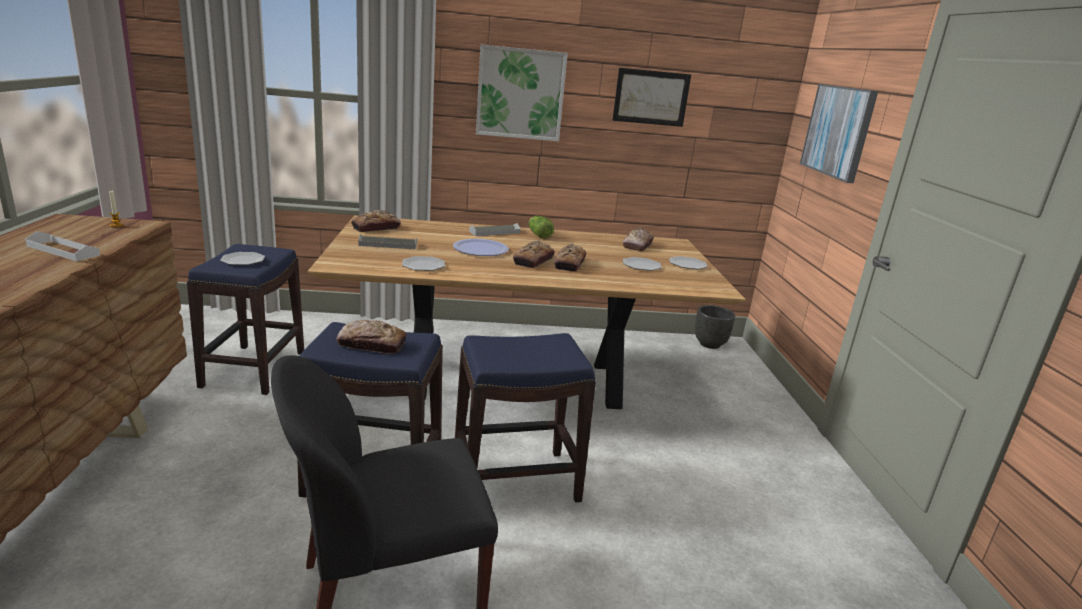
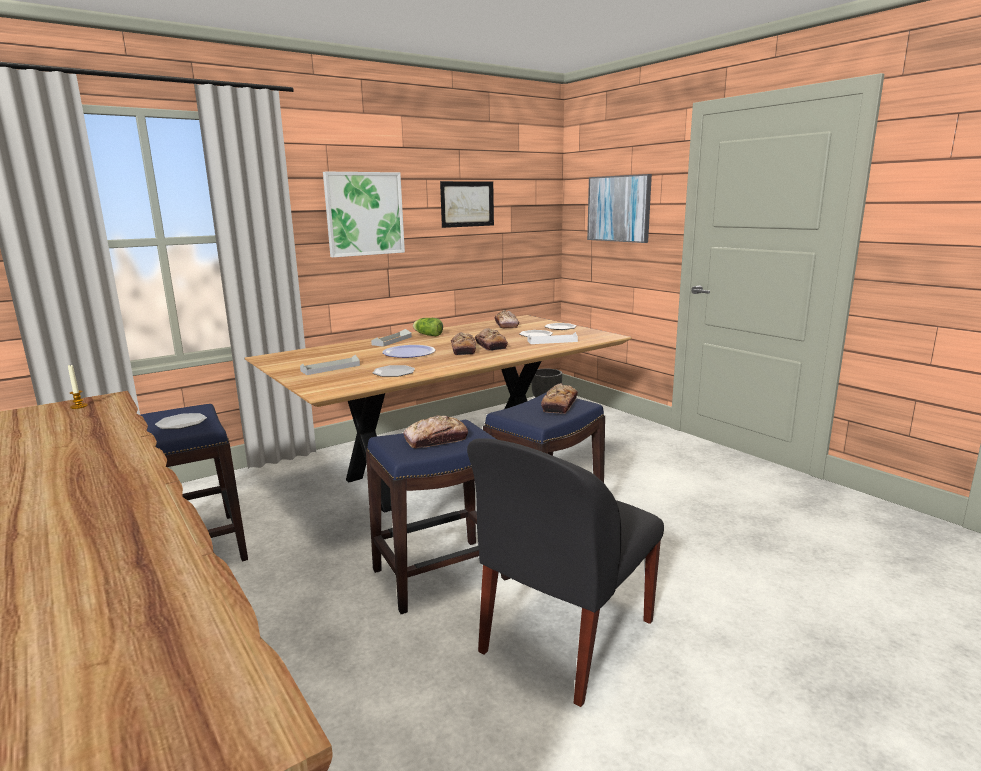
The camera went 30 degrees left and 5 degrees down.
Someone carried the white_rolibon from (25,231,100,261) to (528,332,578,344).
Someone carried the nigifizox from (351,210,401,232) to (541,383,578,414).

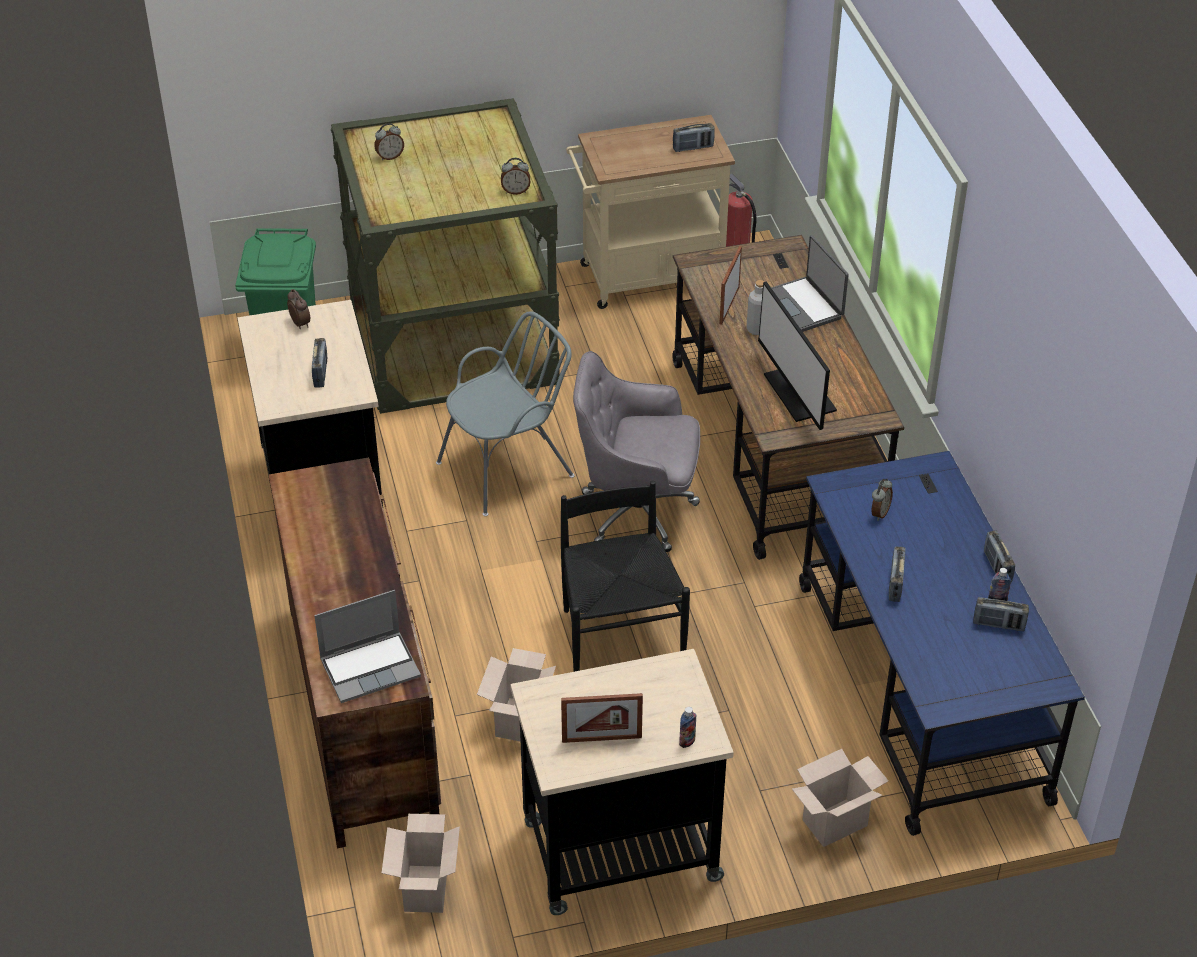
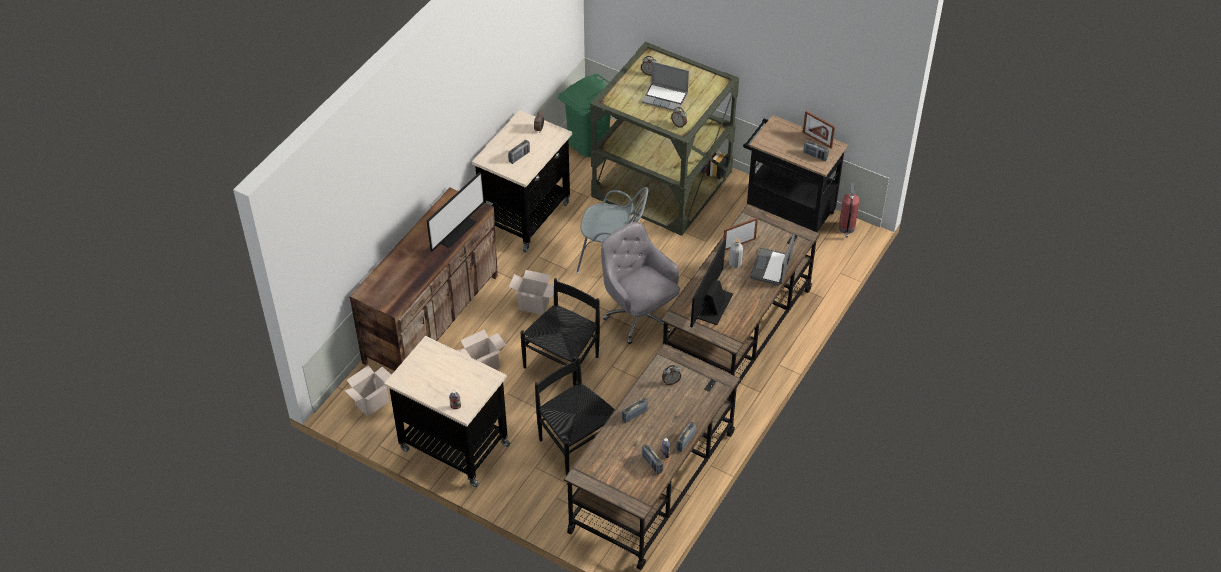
The camera went 45 degrees right and 5 degrees up.
Someone put down the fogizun at (427,172,484,252).
Someone put down the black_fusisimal at (535,357,615,475).
Someone carried the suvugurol from (314,590,421,703) to (642,62,689,111).
Someone carried the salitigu from (561,693,643,743) to (803,111,835,149).
Someone carried the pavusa from (792,749,889,847) to (509,270,554,315).
Someone repainted the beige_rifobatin at (566,115,735,309), which became the black_rifobatin at (743,115,848,233).
Someone repainted the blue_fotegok at (799,451,1085,836), which became the brown_fotegok at (564,344,741,570).

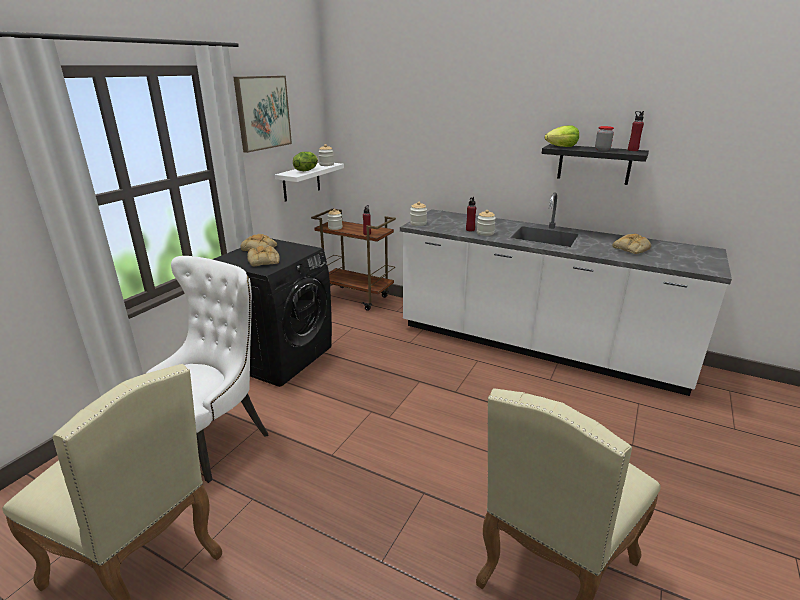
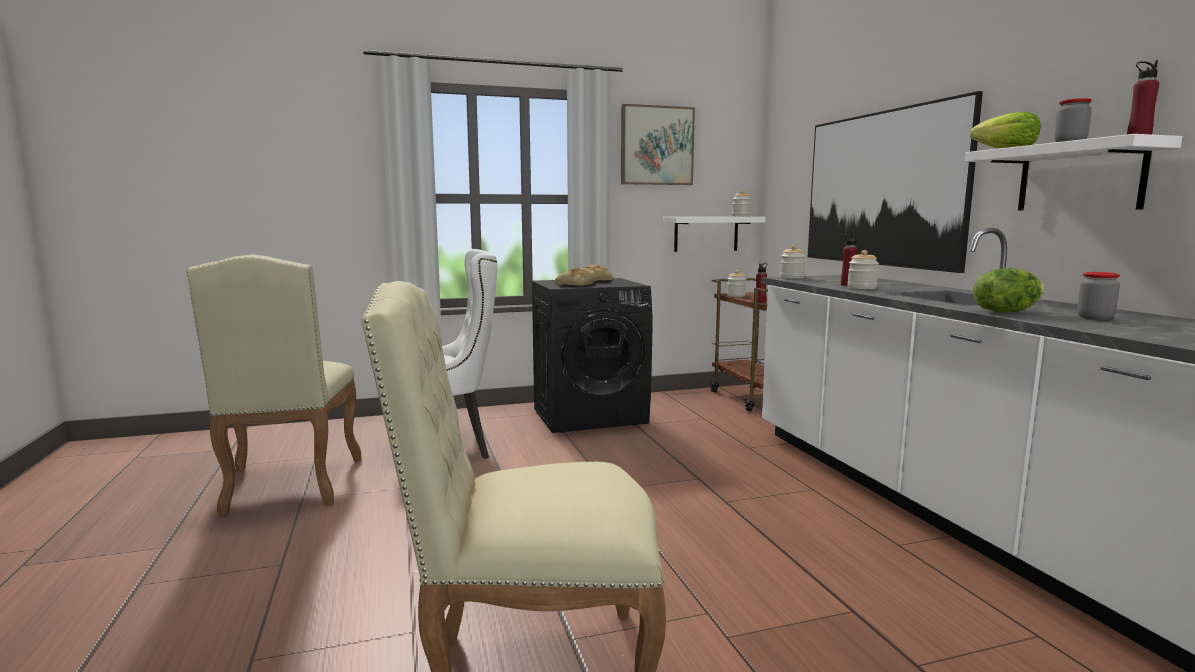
The camera went 45 degrees right and 15 degrees down.
Someone put up the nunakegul at (808,91,983,273).
Someone carried the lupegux from (293,152,318,171) to (973,268,1045,312).
Someone swapped the nigifizox at (612,234,651,254) for the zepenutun at (1077,272,1120,320).
Someone repainted the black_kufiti at (542,144,649,185), which became the white_kufiti at (965,134,1183,210).

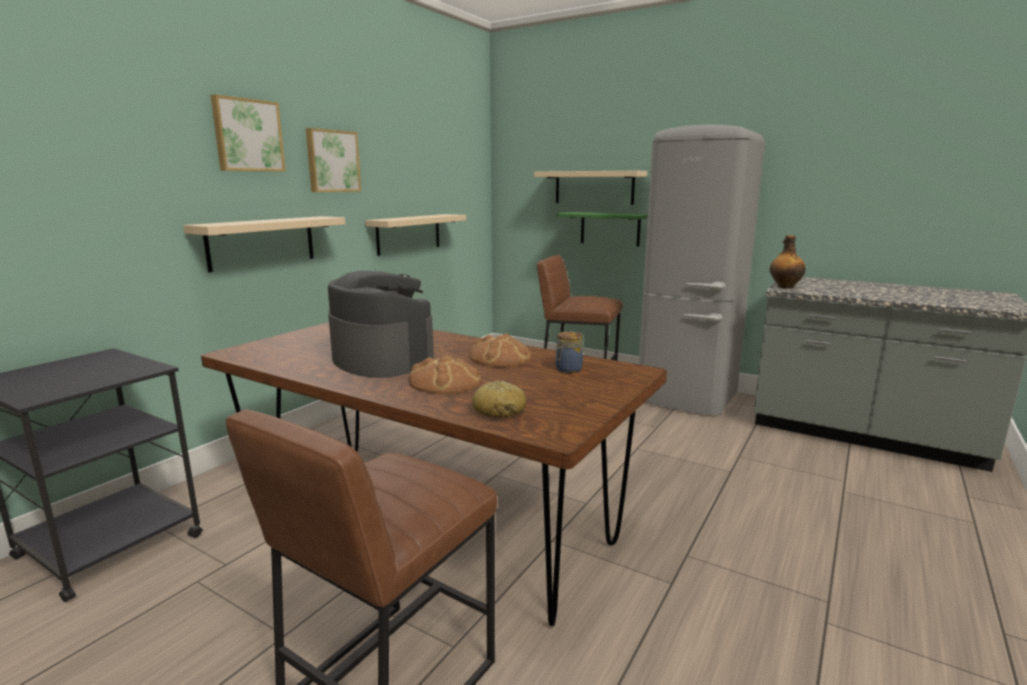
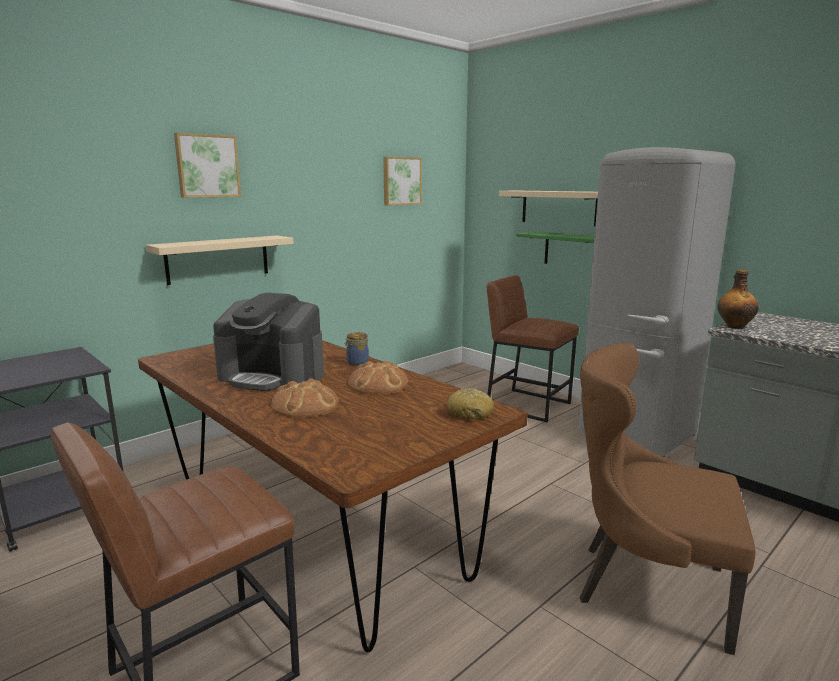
The camera went 15 degrees right and 0 degrees up.
Someone took away the beige_kufiti at (365,214,466,256).
Someone put down the brown_fusisimal at (580,343,755,655).
Someone carried the nunakegul from (306,128,361,192) to (383,157,422,205).
Someone carried the nigifizox from (472,380,527,418) to (447,388,494,420).
Someone carried the zepenutun from (555,331,583,373) to (344,332,369,366).
Someone rotated the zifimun at (328,271,434,378) by 135 degrees clockwise.

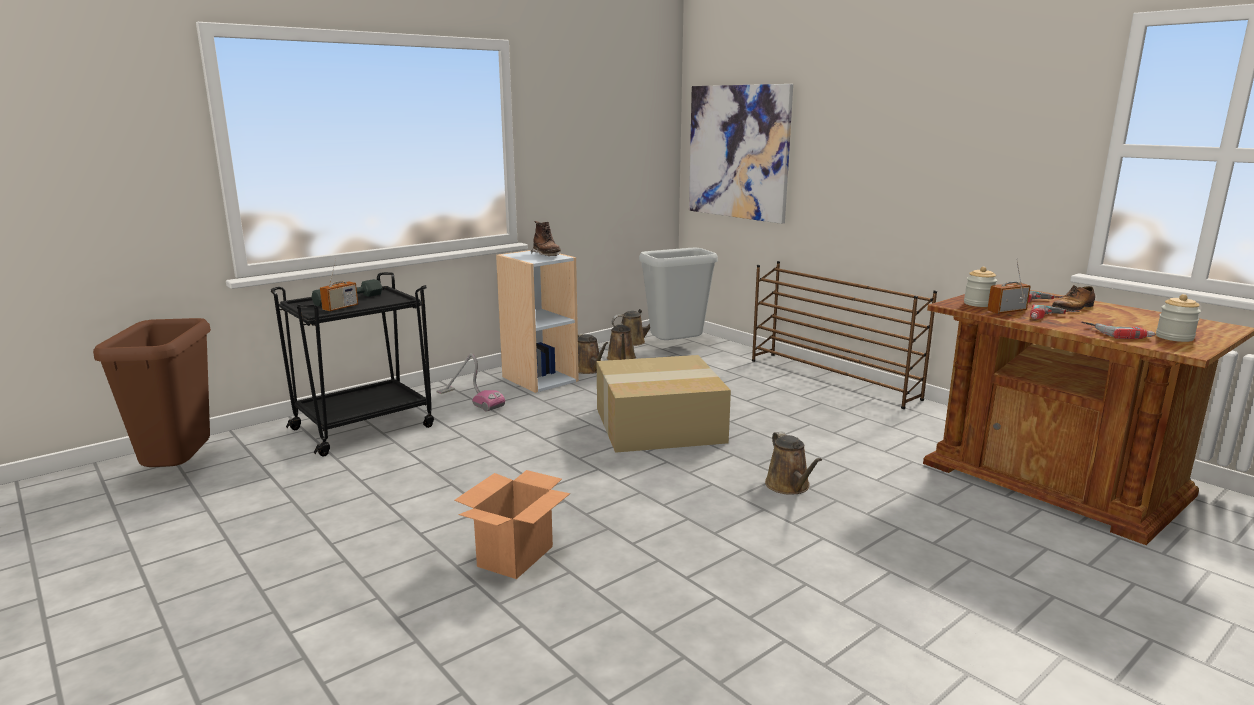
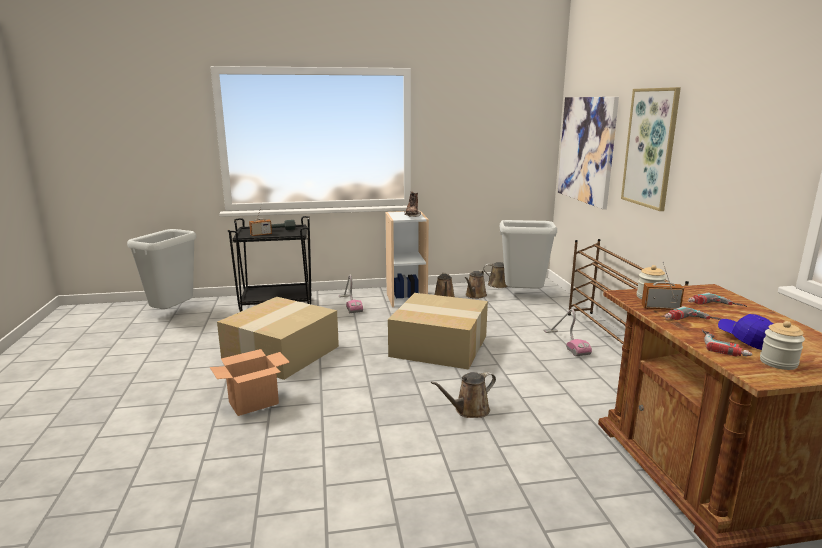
The camera went 30 degrees right and 0 degrees up.
Someone took away the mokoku at (1052,285,1095,310).
Someone put down the pavusa at (217,297,339,380).
Someone put down the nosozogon at (544,309,592,356).
Someone put up the nunakegul at (621,87,681,211).
Someone put down the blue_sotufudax at (718,314,773,350).
Someone repainted the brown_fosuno at (93,318,211,467), which became the grey_fosuno at (127,229,197,309).
Someone rotated the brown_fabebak at (765,431,822,495) by 45 degrees clockwise.

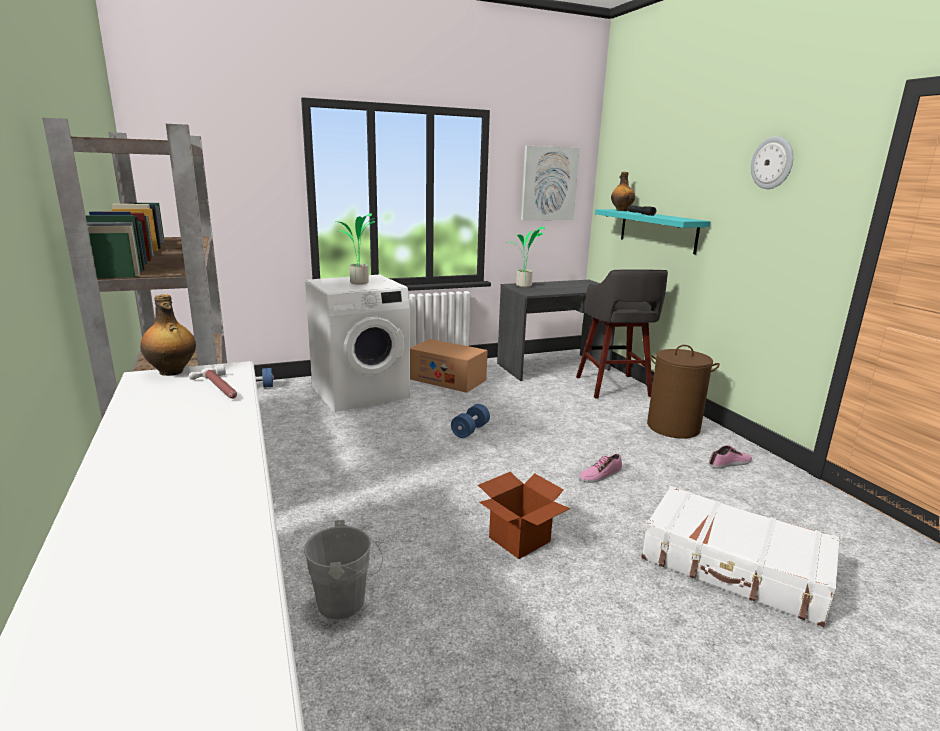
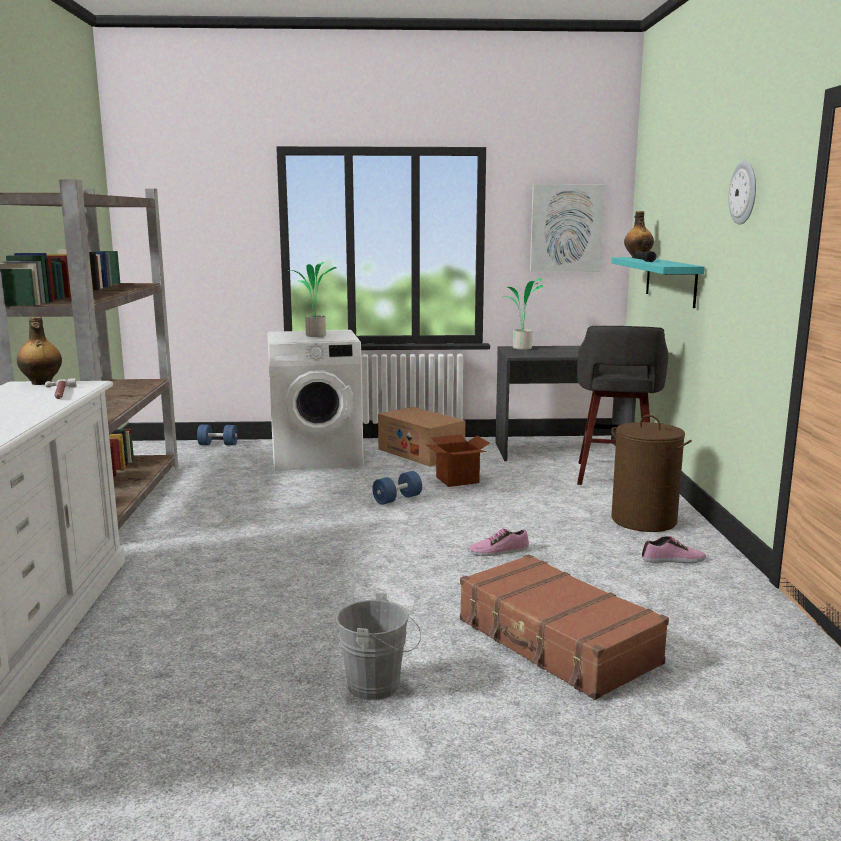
The camera went 20 degrees right and 5 degrees down.
Someone carried the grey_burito from (304,520,383,620) to (336,593,421,701).
Someone carried the pavusa from (478,472,570,559) to (425,434,489,487).
Someone repainted the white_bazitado at (641,486,840,627), which became the brown_bazitado at (460,554,669,700).

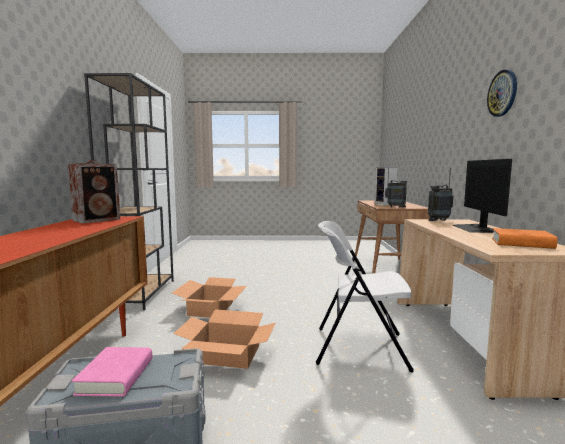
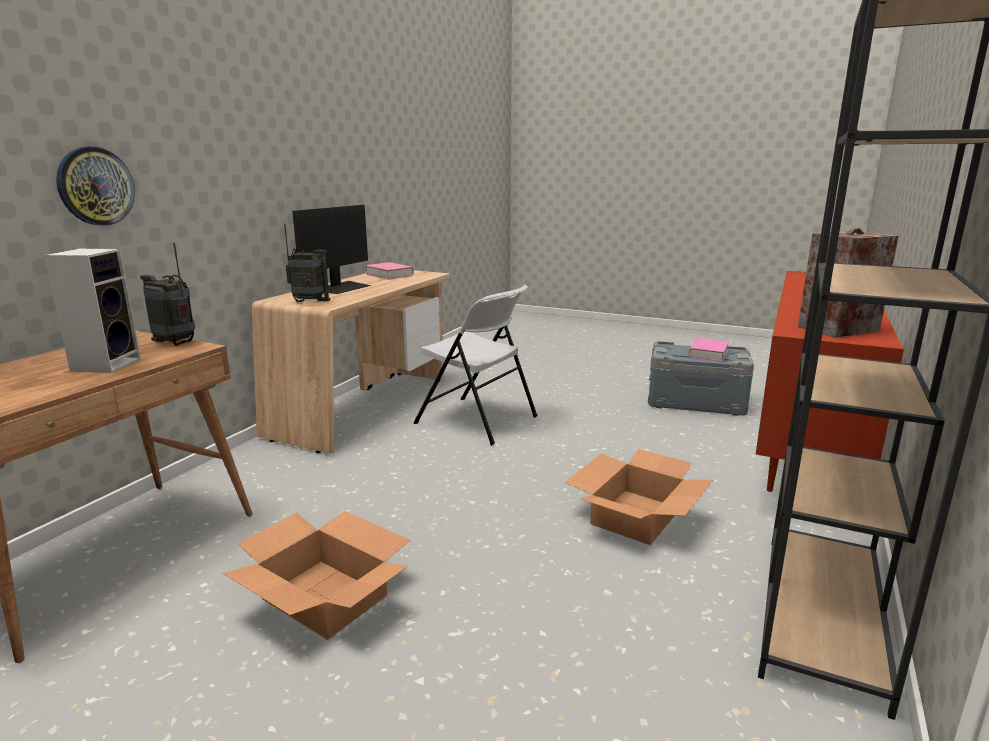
The camera went 155 degrees left and 10 degrees up.
Someone carried the pavusa from (174,309,276,369) to (223,511,410,640).
Someone carried the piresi from (487,70,517,117) to (56,147,135,226).
Someone repainted the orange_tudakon at (492,228,558,249), which became the pink_tudakon at (365,262,414,280).

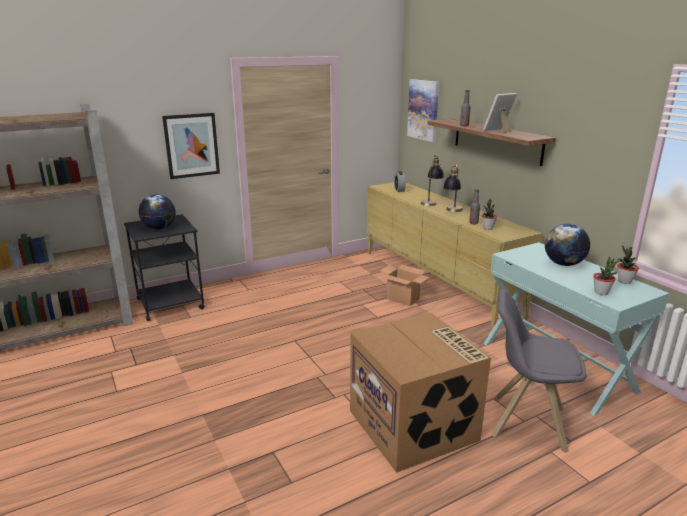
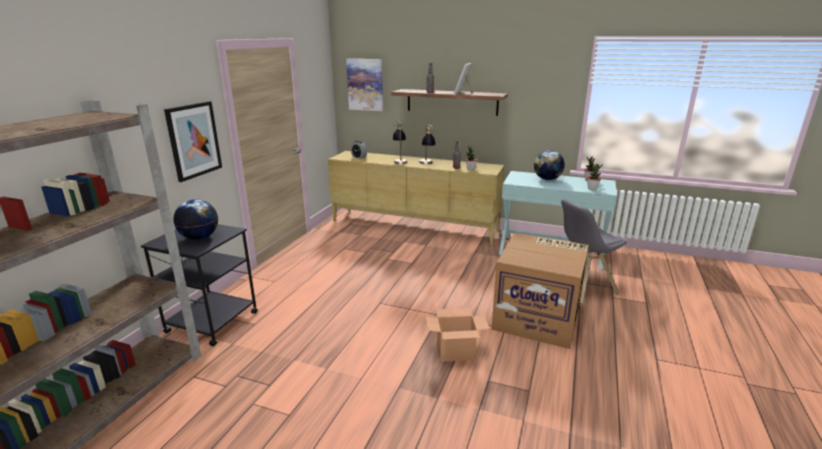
The camera went 40 degrees left and 0 degrees up.
Someone carried the pavusa from (380,265,429,306) to (426,308,490,362).

